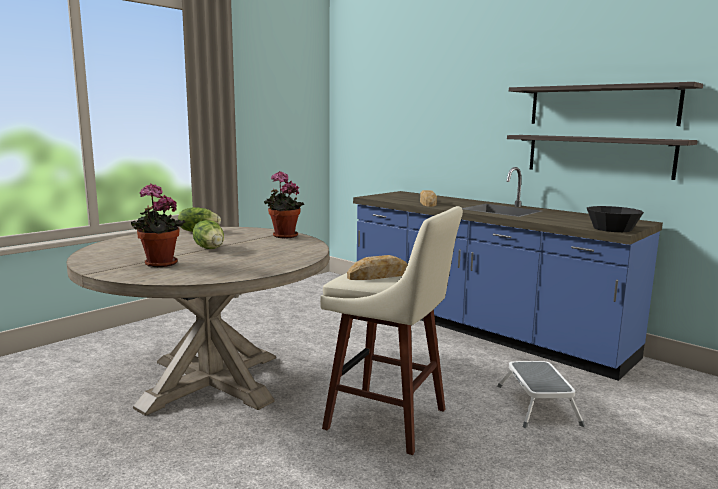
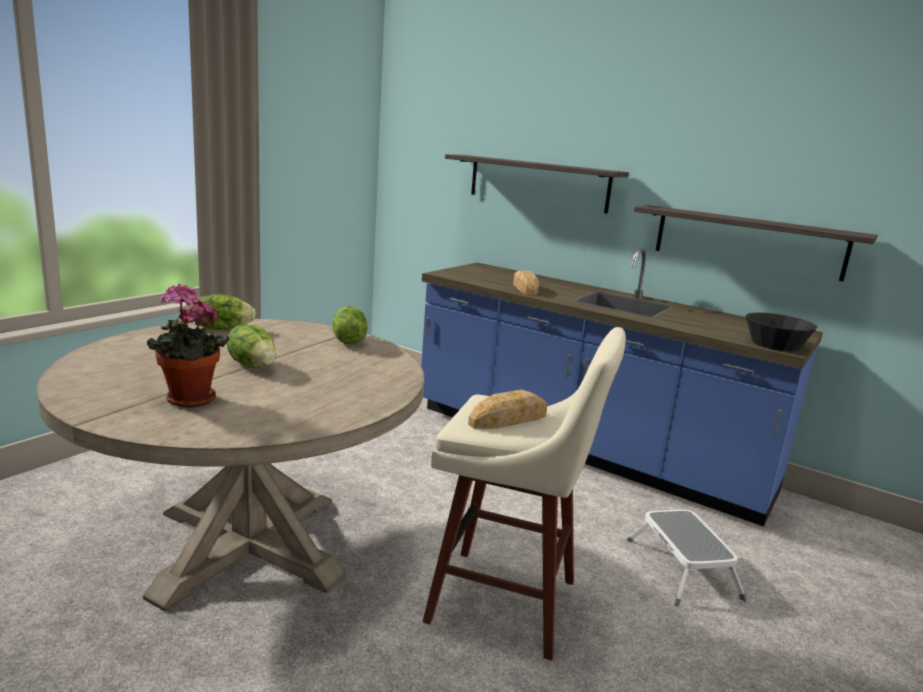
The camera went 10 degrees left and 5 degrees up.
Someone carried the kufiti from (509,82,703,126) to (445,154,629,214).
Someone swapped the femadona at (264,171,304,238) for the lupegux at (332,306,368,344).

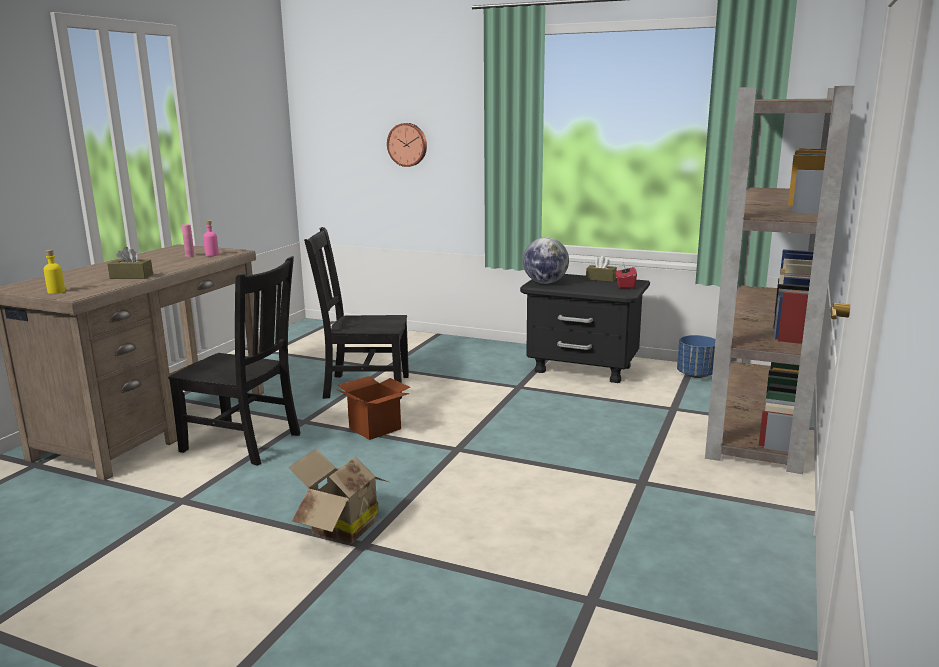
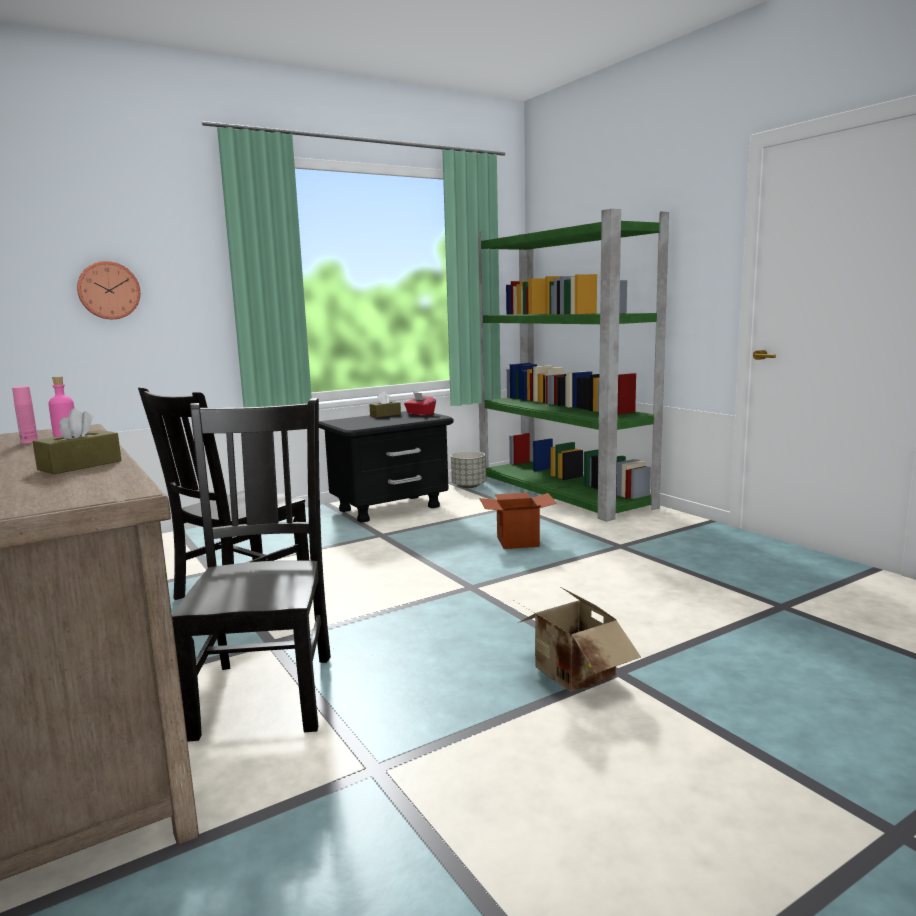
The camera went 55 degrees left and 5 degrees down.
Someone took away the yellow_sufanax at (44,250,65,294).
Someone took away the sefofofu at (523,237,569,284).
Someone carried the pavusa from (337,376,410,440) to (479,493,557,549).
Someone repainted the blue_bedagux at (677,335,715,378), which became the grey_bedagux at (451,451,486,488).
Someone repainted the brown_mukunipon at (705,86,854,474), which became the green_mukunipon at (478,209,669,522).
Someone rotated the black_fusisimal at (168,256,301,466) by 60 degrees counterclockwise.

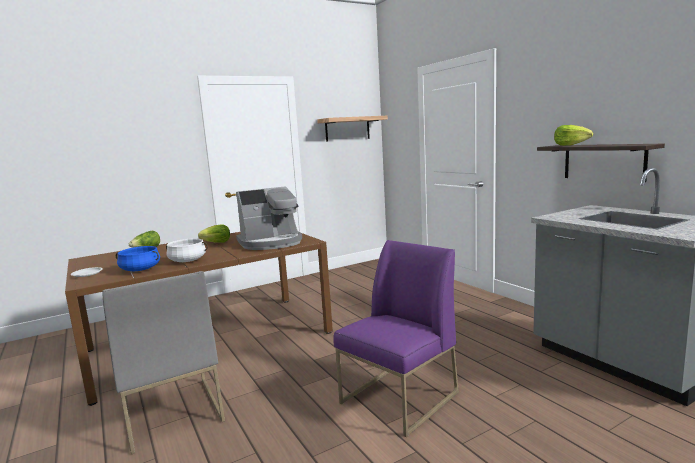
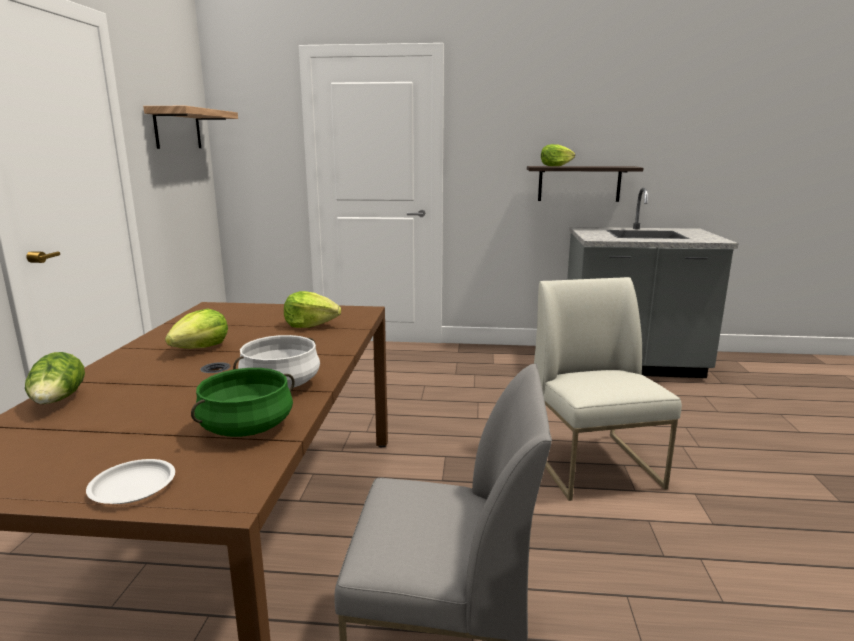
The camera went 55 degrees left and 5 degrees up.
Someone swapped the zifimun at (236,186,302,250) for the lupegux at (284,291,341,328).
Someone repainted the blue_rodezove at (116,246,160,271), which became the green_rodezove at (191,368,295,437).
Someone repainted the purple_fusisimal at (333,240,459,437), which became the white_fusisimal at (534,277,682,501).

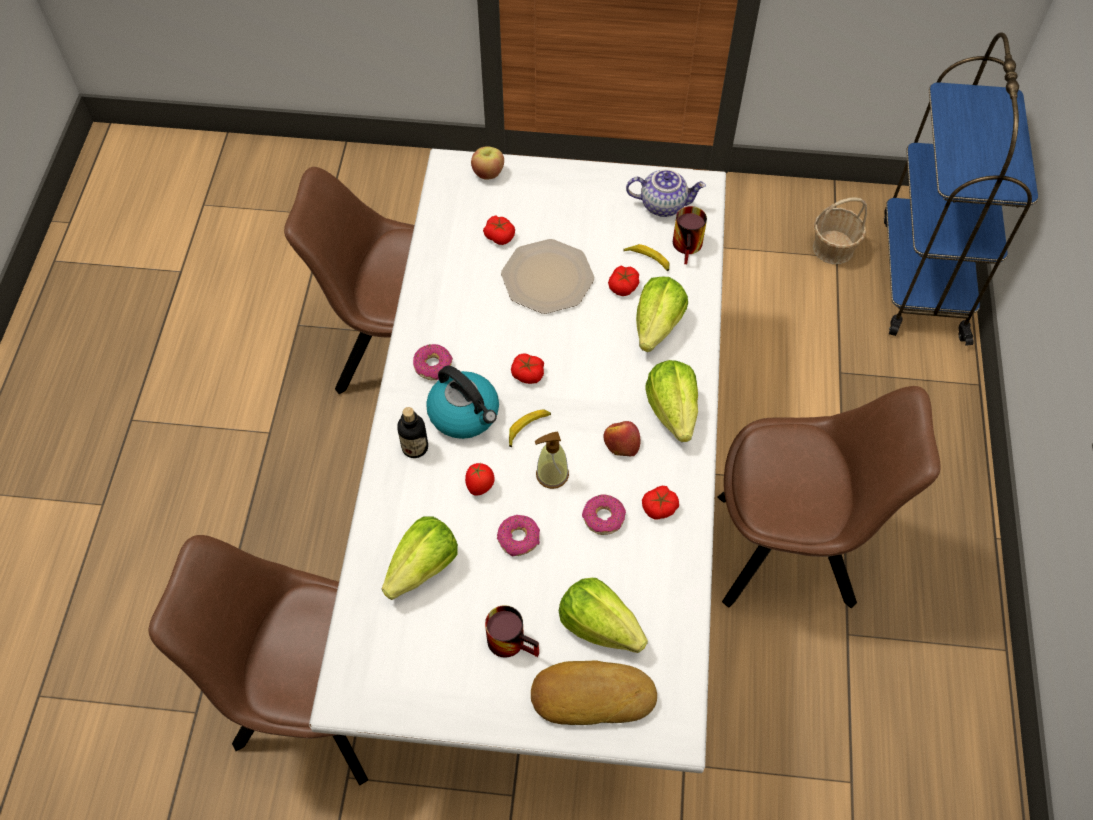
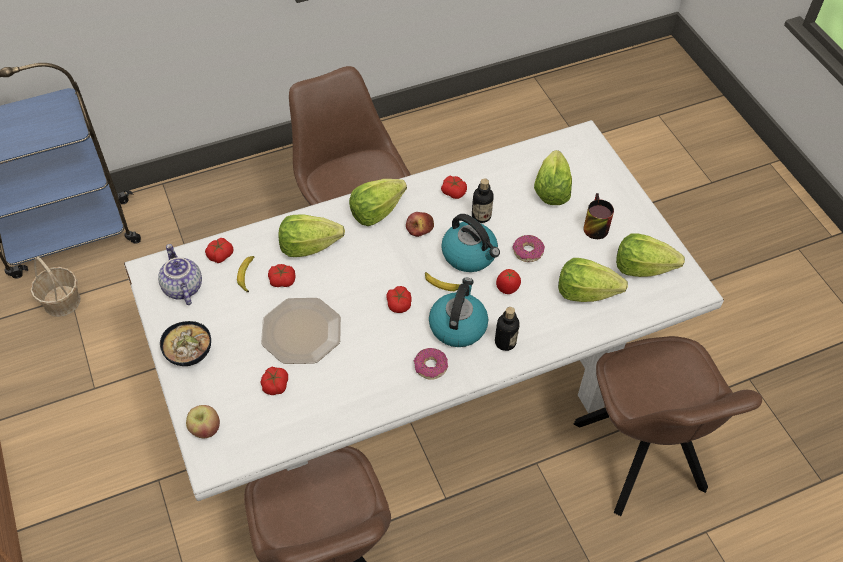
The camera went 120 degrees left and 5 degrees down.
Someone took away the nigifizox at (531,660,657,725).
Someone put down the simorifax at (160,321,211,366).
Someone put down the lupegux at (616,233,685,277).
Someone swapped the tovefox at (535,431,569,489) for the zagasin at (441,214,500,272).
Someone swapped the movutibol at (582,494,626,535) for the sufanax at (472,178,494,223).
Someone swapped the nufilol at (673,206,707,264) for the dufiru at (205,238,234,263).

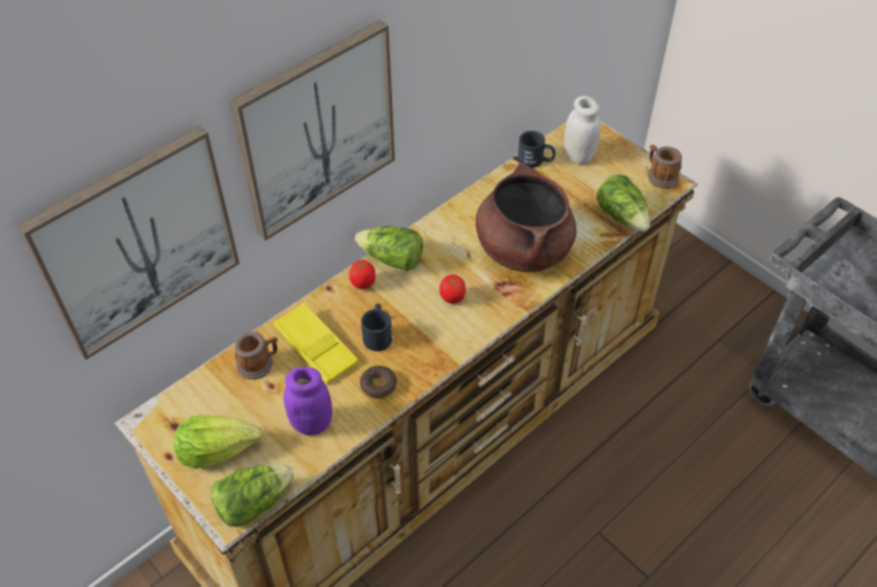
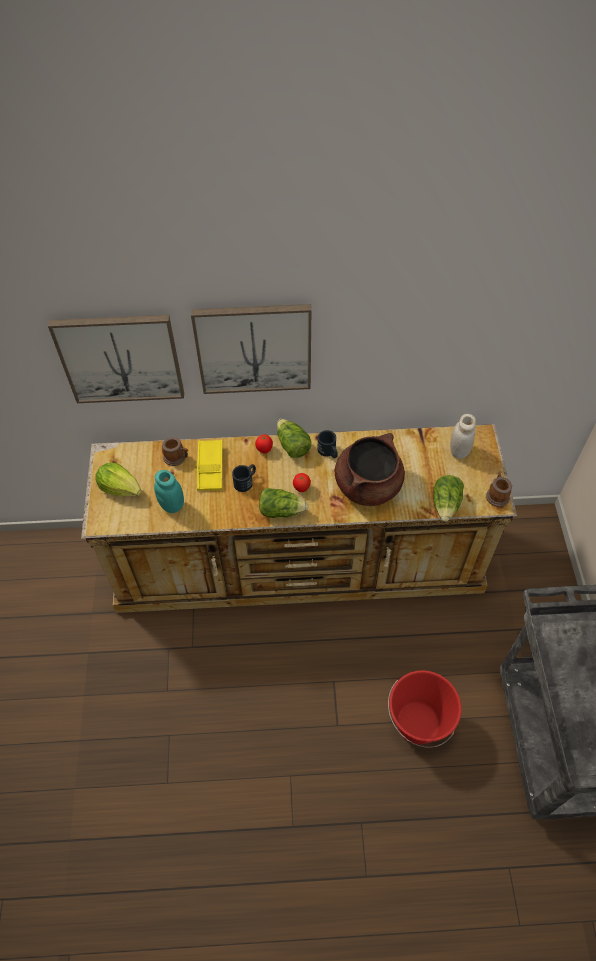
The camera went 40 degrees right and 5 degrees up.
Someone took away the movutibol at (360,366,397,399).
Someone put down the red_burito at (388,670,462,748).
Someone carried the lupegux from (210,465,294,527) to (259,488,308,518).
Someone carried the black_nufilol from (518,131,555,168) to (318,430,338,458).
Someone repainted the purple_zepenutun at (284,367,332,435), which became the turquoise_zepenutun at (154,470,184,513).

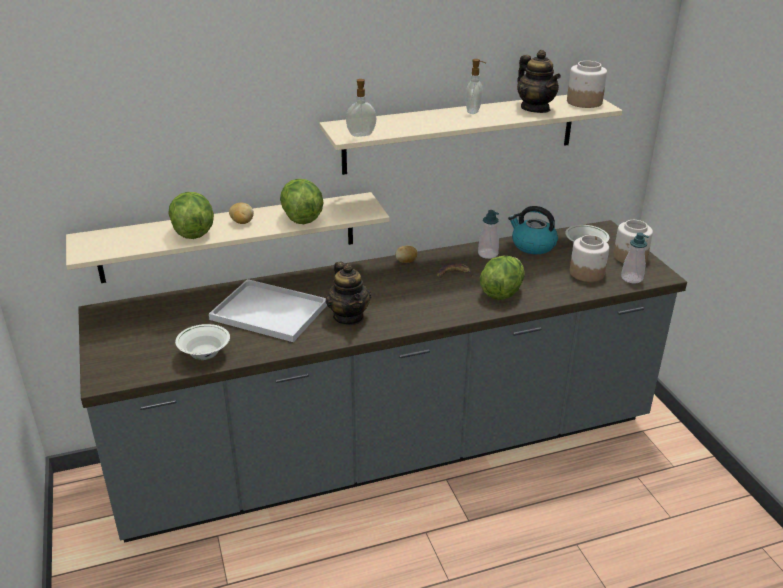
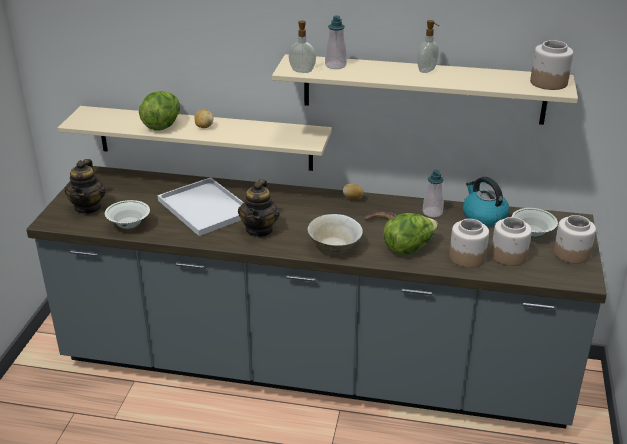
The camera went 30 degrees right and 0 degrees up.
Someone took away the lupegux at (280,179,324,224).
Someone put down the beige_simorifax at (307,214,363,254).
Someone put down the zepenutun at (449,219,489,268).
Someone carried the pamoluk from (517,50,561,113) to (65,159,105,214).
Someone carried the tovefox from (621,233,649,283) to (325,15,347,69).

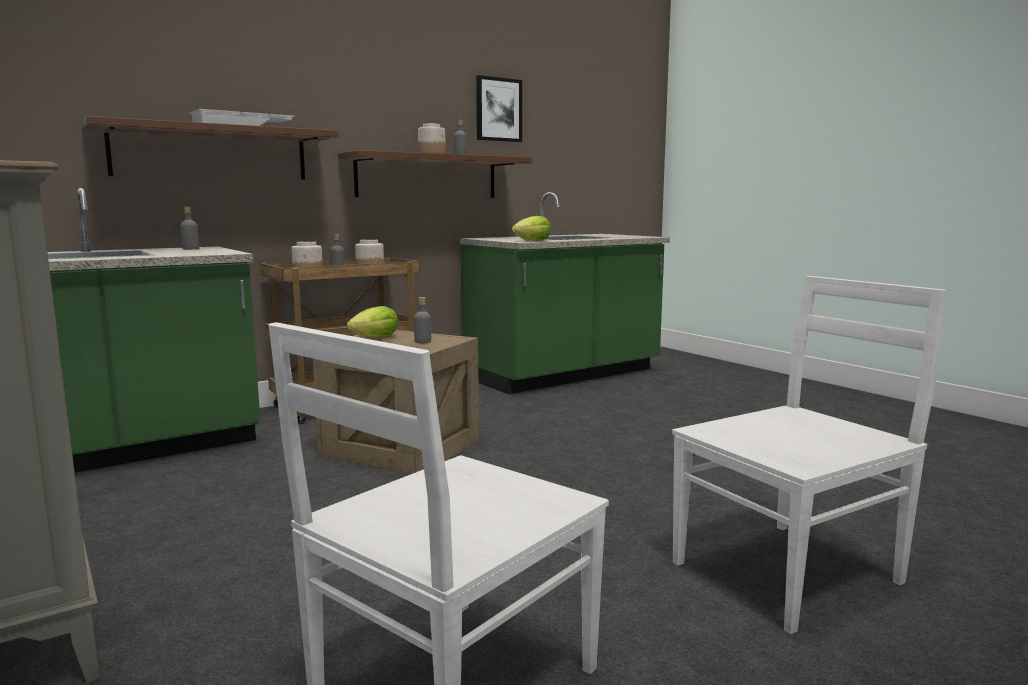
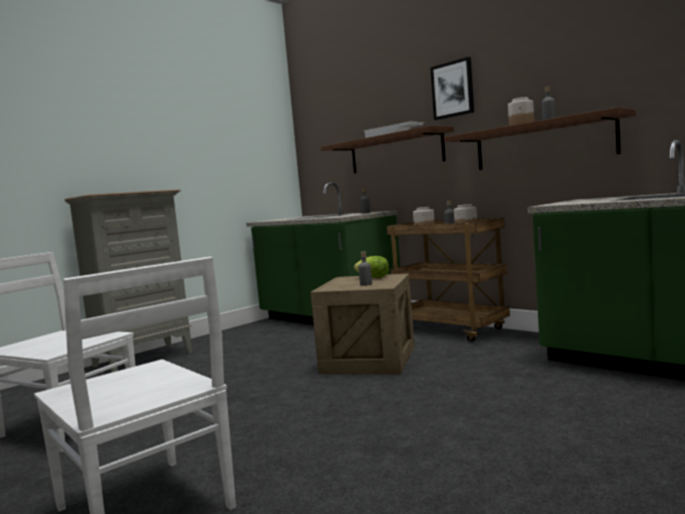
The camera went 80 degrees right and 5 degrees down.
Someone took away the lupegux at (512,216,551,241).
Someone carried the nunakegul from (476,75,522,142) to (430,57,474,120).

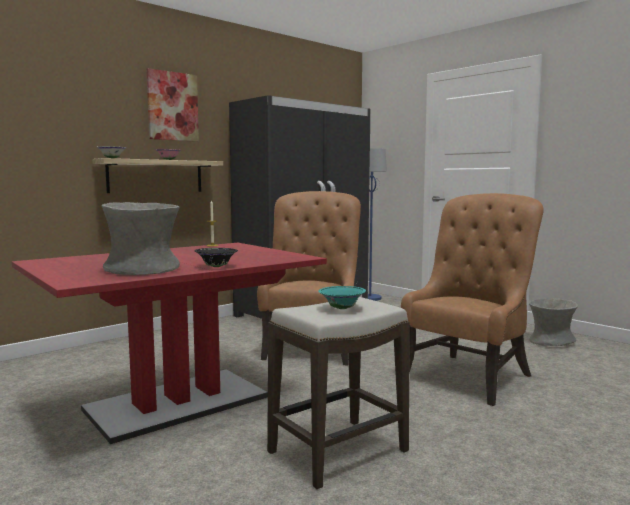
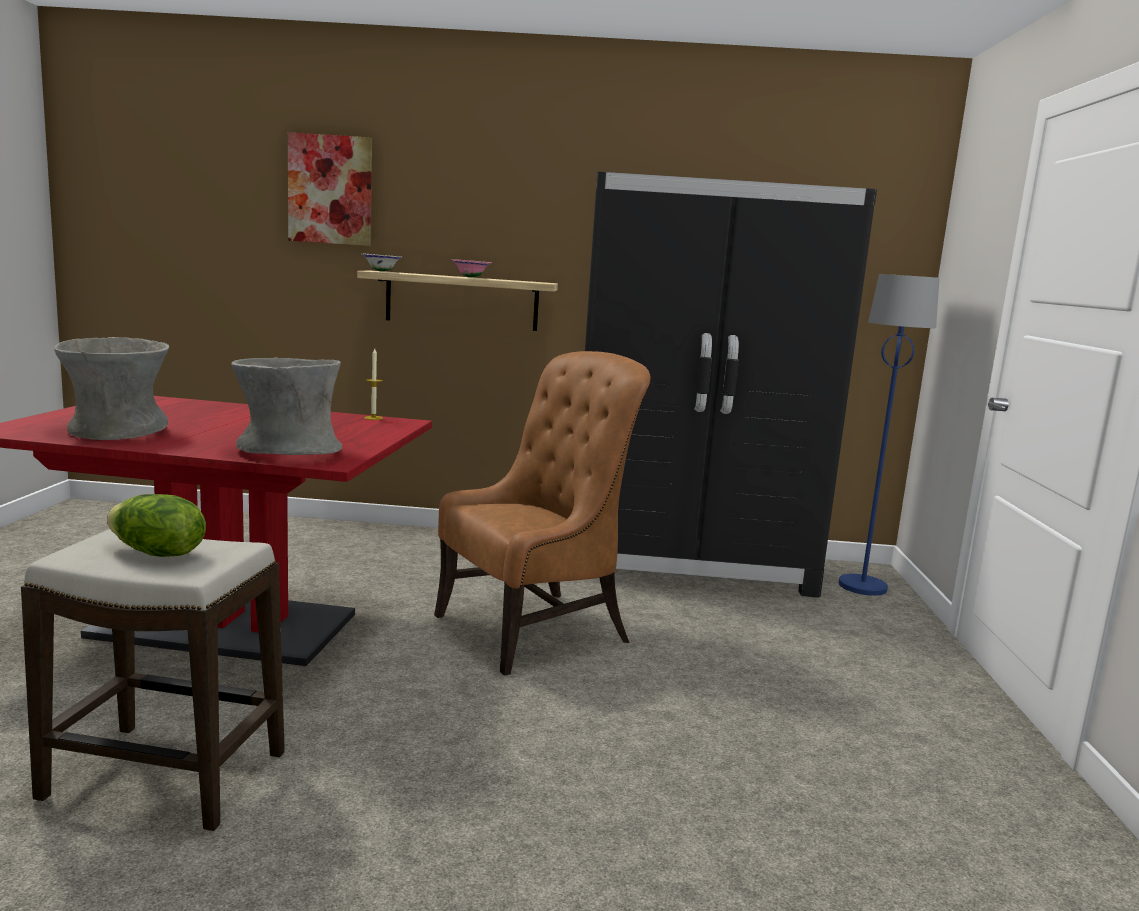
The camera went 45 degrees right and 5 degrees up.
Someone took away the black_simorifax at (194,248,238,267).
Someone took away the brown_fusisimal at (401,193,544,406).
Someone carried the nunakegul from (146,68,199,142) to (288,132,372,246).
Someone carried the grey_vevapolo from (528,298,578,346) to (231,357,342,455).
Someone swapped the turquoise_simorifax at (318,286,366,309) for the lupegux at (107,494,206,557).

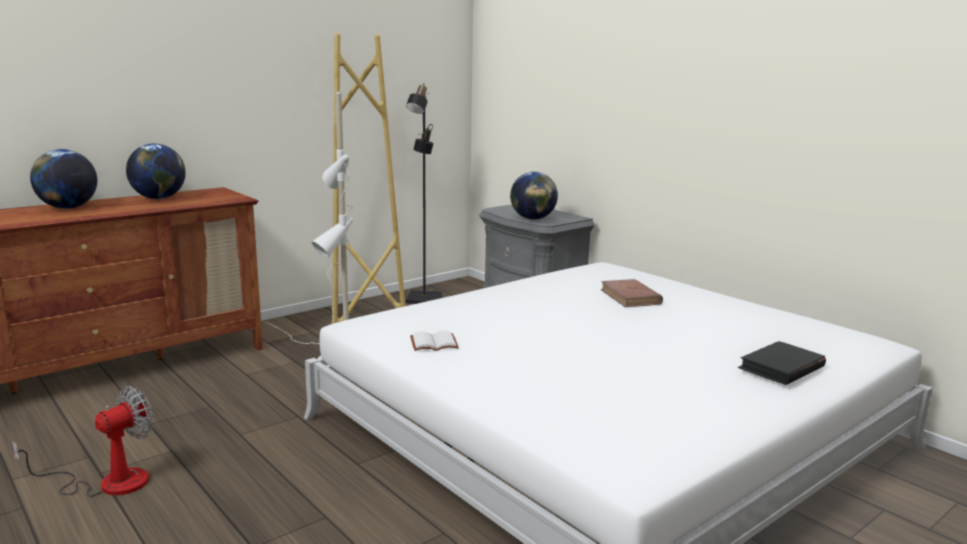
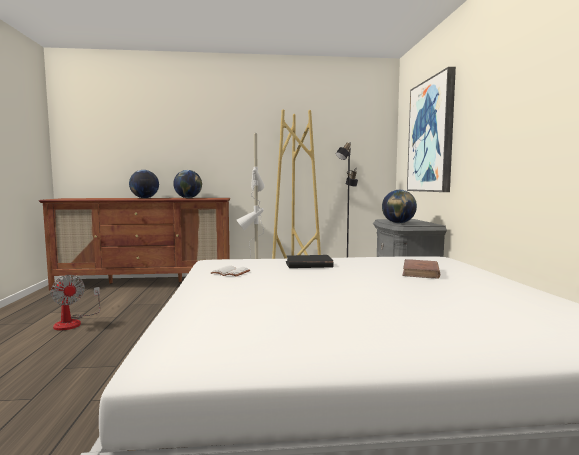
The camera went 35 degrees right and 10 degrees down.
Someone put up the nunakegul at (407,67,456,192).
Someone carried the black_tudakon from (738,341,826,385) to (286,255,333,268).
Someone rotated the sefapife at (12,386,153,497) by 60 degrees clockwise.

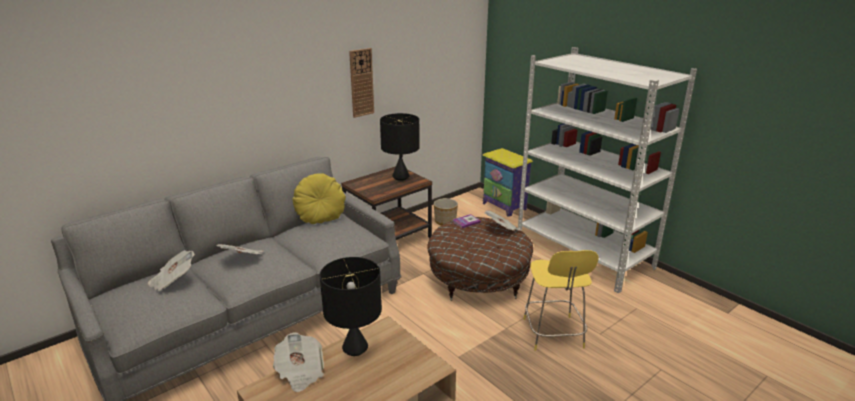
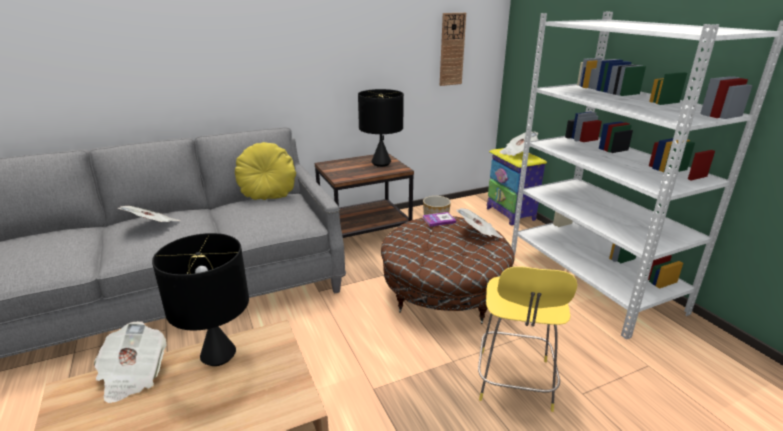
The camera went 15 degrees right and 0 degrees up.
Someone carried the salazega from (148,250,195,292) to (499,132,539,156).
Someone carried the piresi from (349,48,374,118) to (440,13,466,86).

